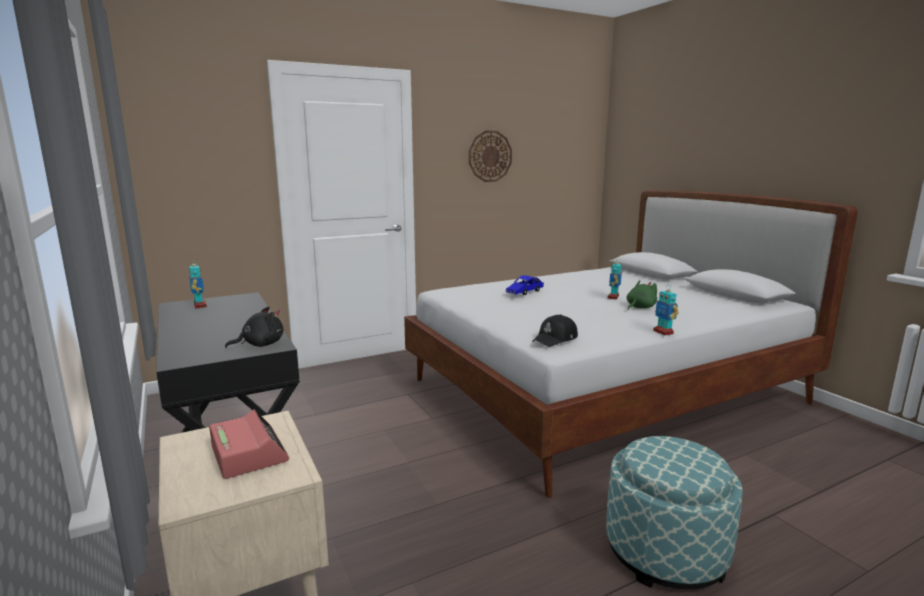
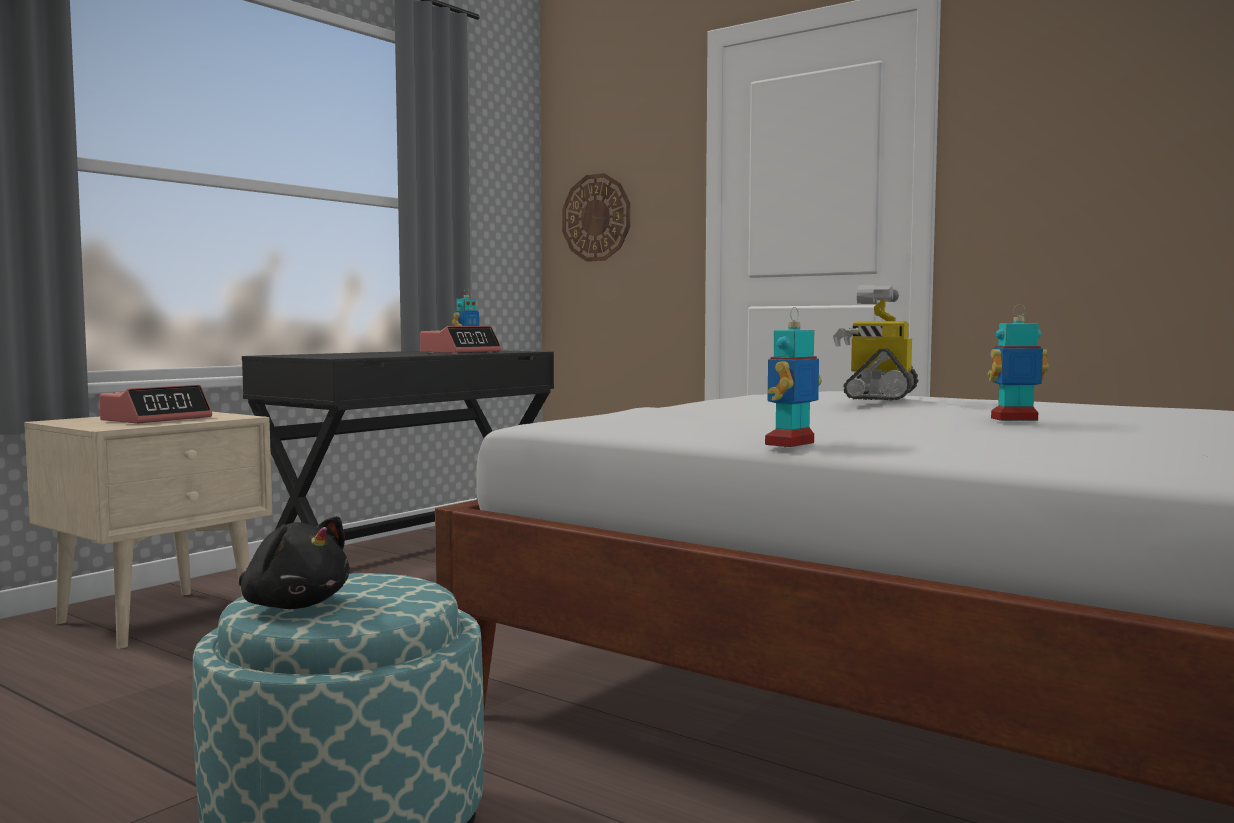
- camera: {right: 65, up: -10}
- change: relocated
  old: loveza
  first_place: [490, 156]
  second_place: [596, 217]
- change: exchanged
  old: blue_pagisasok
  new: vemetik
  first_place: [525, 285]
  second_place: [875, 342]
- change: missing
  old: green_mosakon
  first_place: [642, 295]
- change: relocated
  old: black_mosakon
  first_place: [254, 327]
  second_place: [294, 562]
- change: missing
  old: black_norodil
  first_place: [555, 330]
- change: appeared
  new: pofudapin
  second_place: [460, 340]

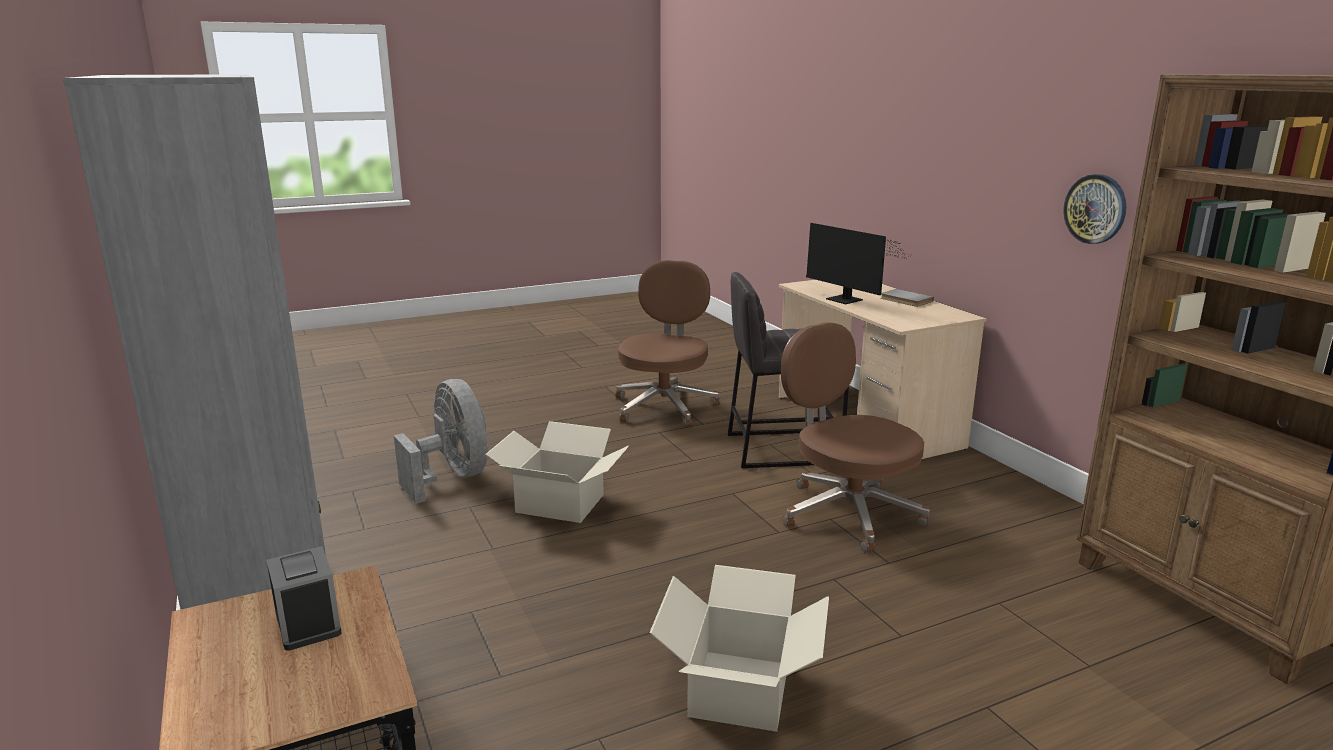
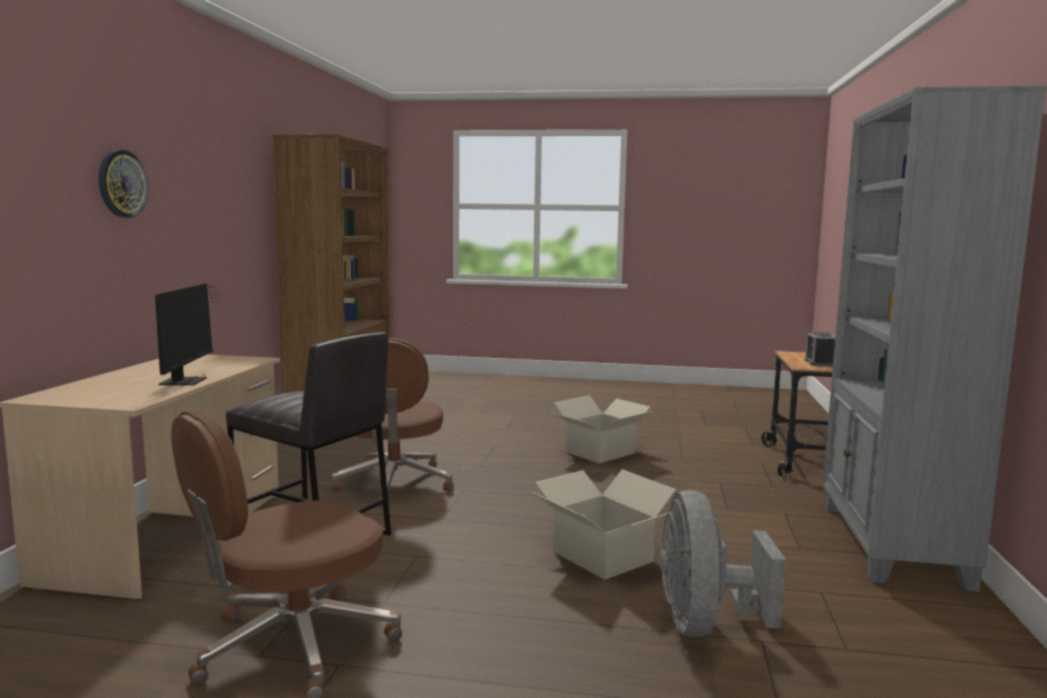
- camera: {right: -145, up: -10}
- change: relocated
  old: loveza
  first_place: [1094, 209]
  second_place: [123, 184]
- change: missing
  old: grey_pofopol
  first_place: [907, 298]

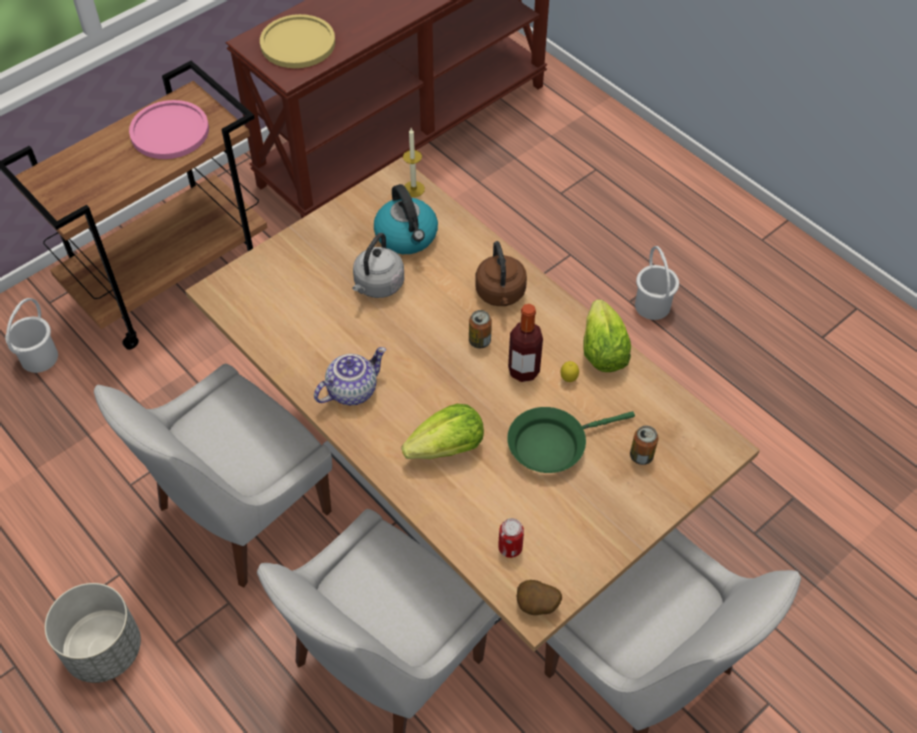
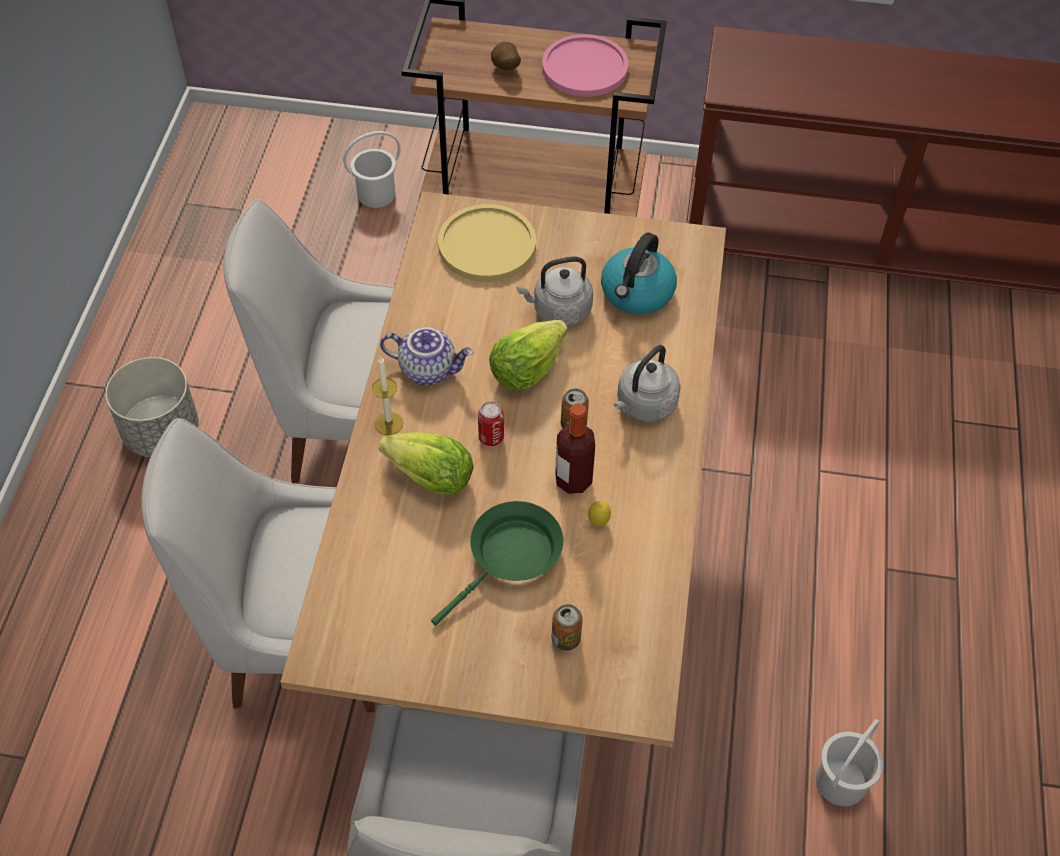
- camera: {right: 50, up: 0}
- change: relocated
  old: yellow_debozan
  first_place: [297, 41]
  second_place: [487, 243]
- change: relocated
  old: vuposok
  first_place: [414, 162]
  second_place: [387, 395]
- change: colour
  old: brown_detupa
  new: grey_detupa
  first_place: [501, 273]
  second_place: [647, 383]
- change: relocated
  old: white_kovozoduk
  first_place: [657, 283]
  second_place: [849, 762]
- change: relocated
  old: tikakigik
  first_place: [607, 335]
  second_place: [528, 355]
- change: spun
  old: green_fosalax
  first_place: [571, 440]
  second_place: [497, 563]
  degrees: 105
- change: relocated
  old: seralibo
  first_place: [511, 538]
  second_place: [491, 423]
- change: relocated
  old: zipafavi
  first_place: [539, 597]
  second_place: [506, 56]

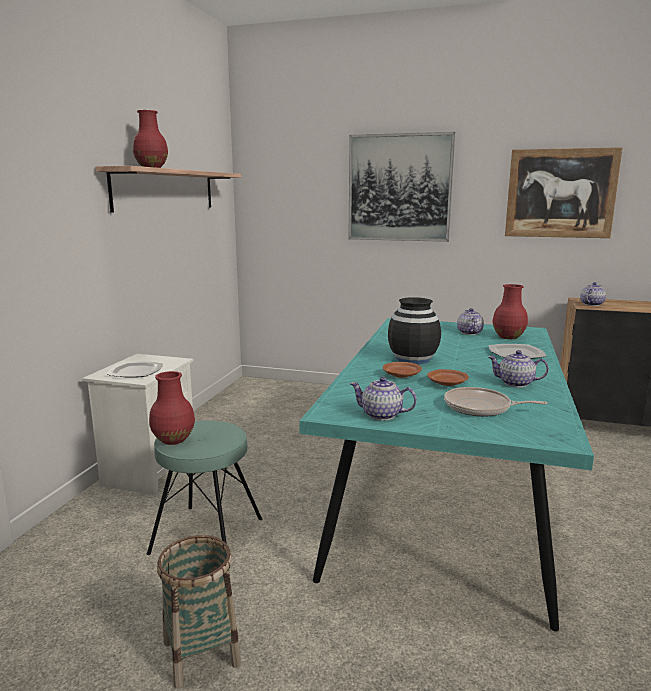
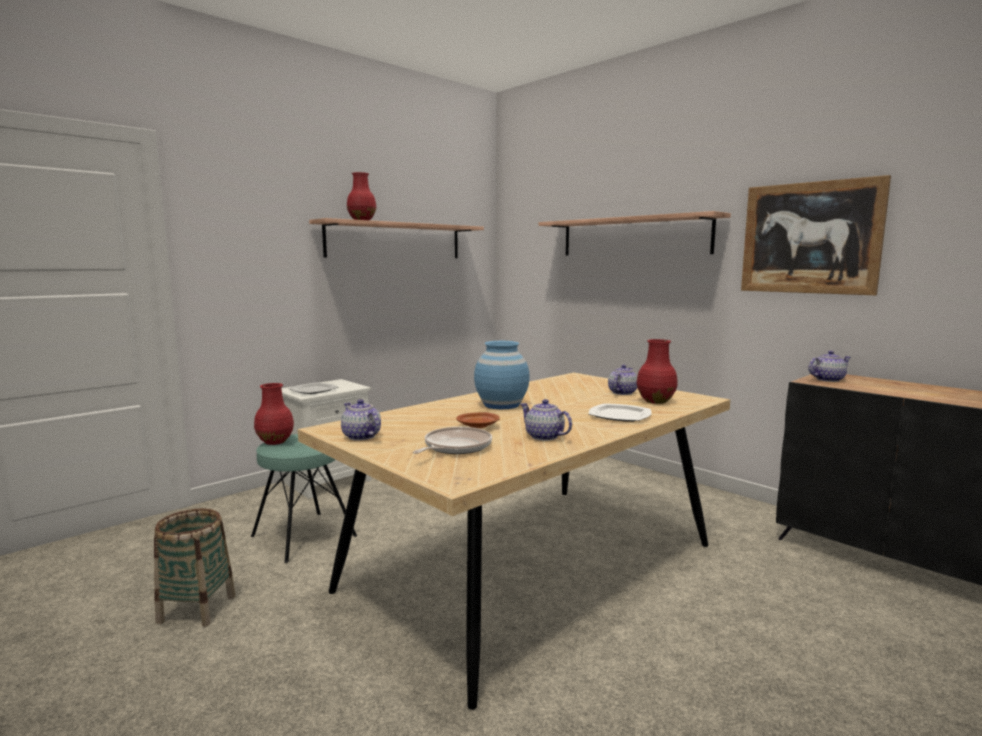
- camera: {right: 30, up: -5}
- change: exchanged
  old: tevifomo
  new: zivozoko
  first_place: [401, 187]
  second_place: [634, 233]
- change: colour
  old: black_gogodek
  new: blue_gogodek
  first_place: [414, 330]
  second_place: [502, 375]
- change: colour
  old: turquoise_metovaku
  new: beige_metovaku
  first_place: [446, 475]
  second_place: [514, 541]
- change: missing
  old: brown_debozan
  first_place: [402, 370]
- change: spun
  old: fosalax
  first_place: [496, 402]
  second_place: [452, 440]
  degrees: 75

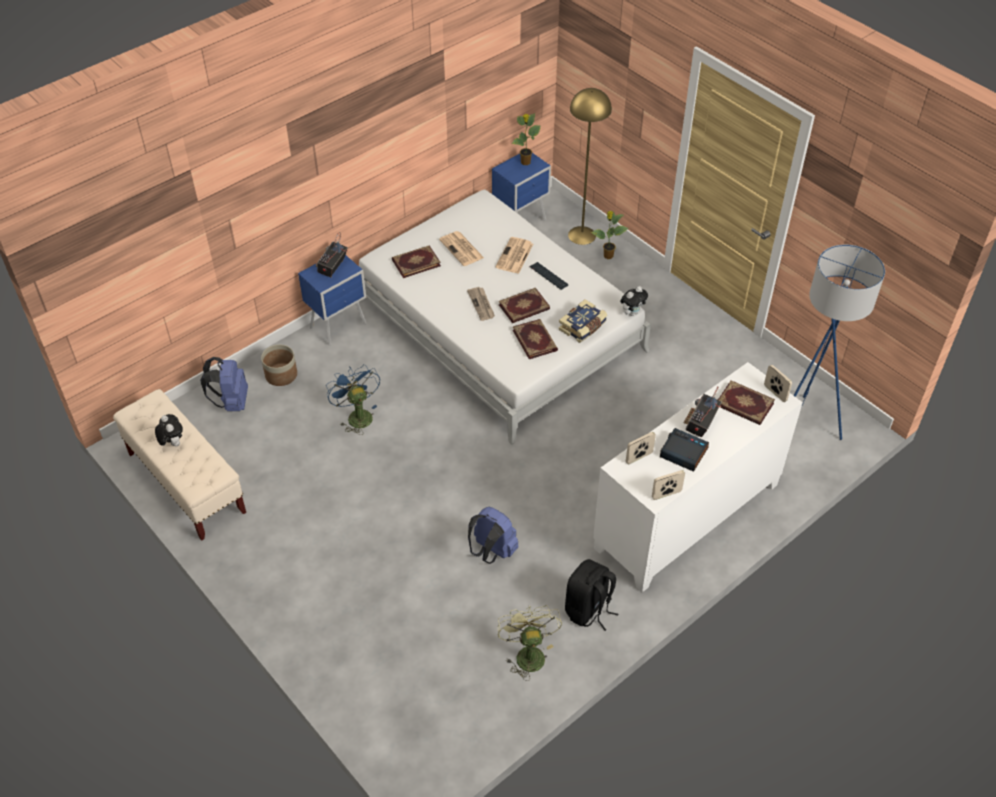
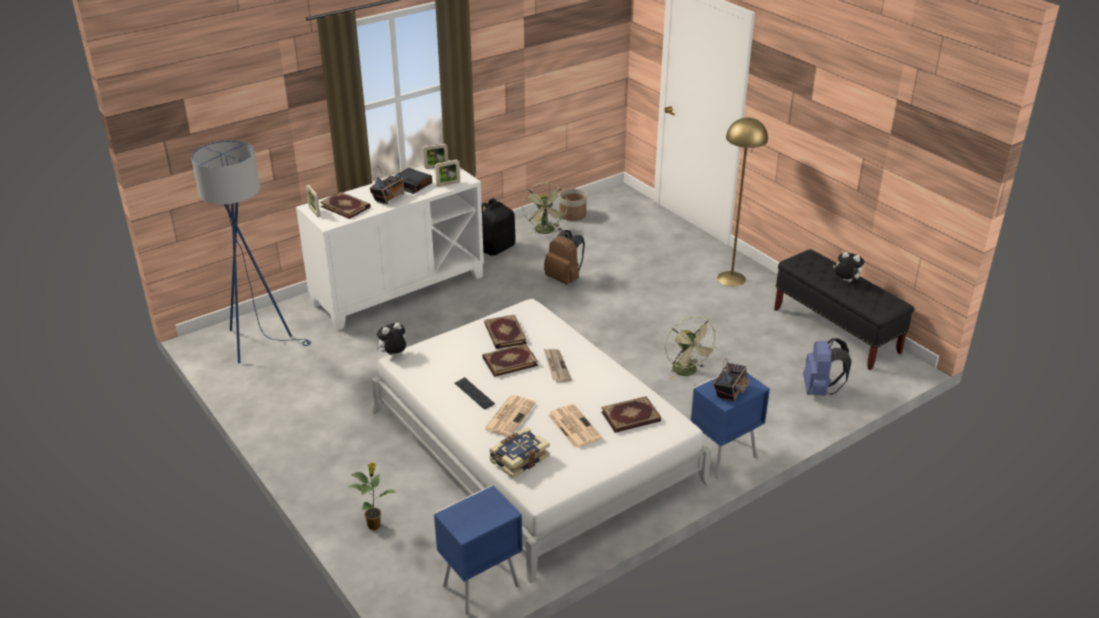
- camera: {right: -175, up: -15}
- change: relocated
  old: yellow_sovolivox
  first_place: [590, 166]
  second_place: [742, 201]
- change: missing
  old: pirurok
  first_place: [526, 139]
- change: relocated
  old: pofopol
  first_place: [583, 321]
  second_place: [519, 452]
- change: relocated
  old: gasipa
  first_place: [279, 365]
  second_place: [573, 205]
- change: colour
  old: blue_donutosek
  new: green_donutosek
  first_place: [353, 399]
  second_place: [691, 348]
- change: colour
  old: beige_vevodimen
  new: black_vevodimen
  first_place: [179, 465]
  second_place: [844, 309]
- change: spun
  old: mosakon
  first_place: [169, 430]
  second_place: [848, 267]
  degrees: 150
- change: colour
  old: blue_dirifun
  new: brown_dirifun
  first_place: [493, 535]
  second_place: [564, 257]

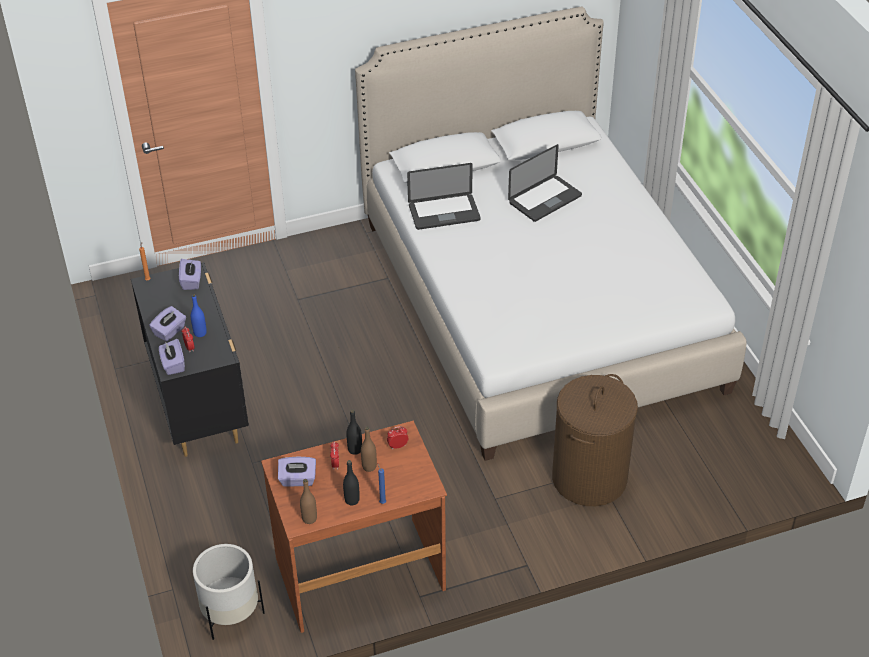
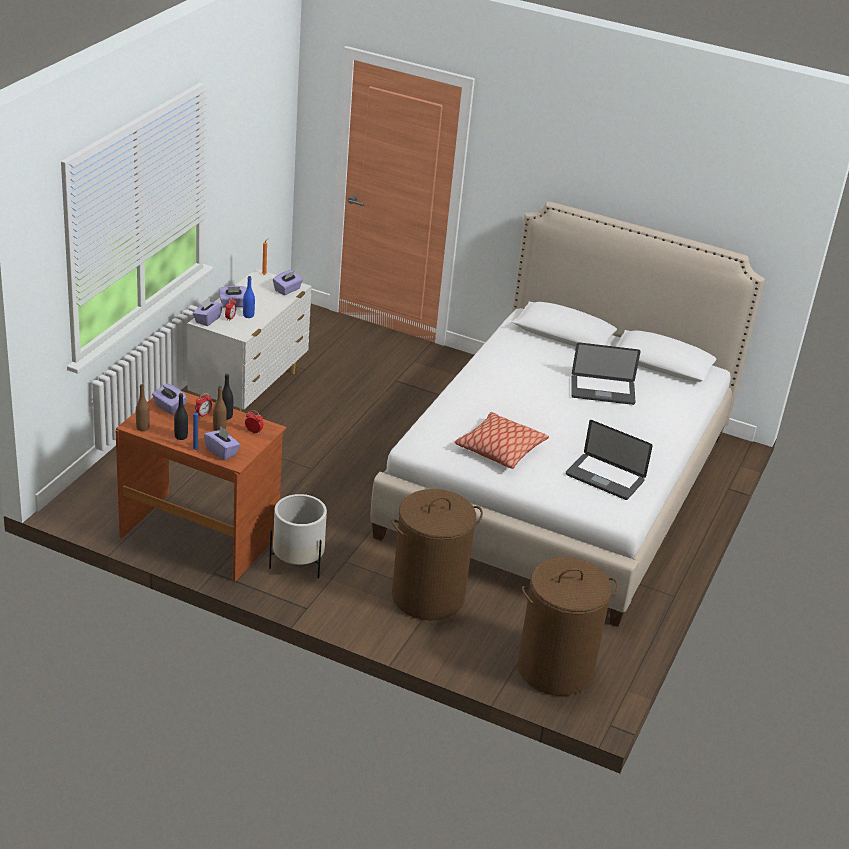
- camera: {right: 40, up: -10}
- change: relocated
  old: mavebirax
  first_place: [444, 196]
  second_place: [609, 460]
- change: colour
  old: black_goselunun
  new: white_goselunun
  first_place: [190, 359]
  second_place: [249, 340]
- change: relocated
  old: white_gasipa
  first_place: [229, 592]
  second_place: [298, 536]
- change: appeared
  new: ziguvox
  second_place: [502, 440]
- change: appeared
  new: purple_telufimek
  second_place: [222, 443]
- change: appeared
  new: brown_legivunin
  second_place: [567, 626]

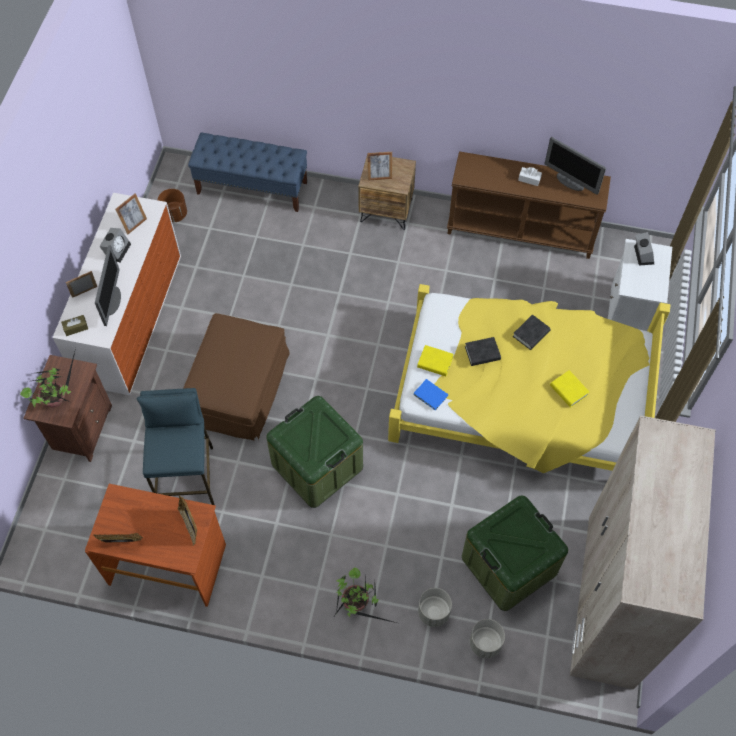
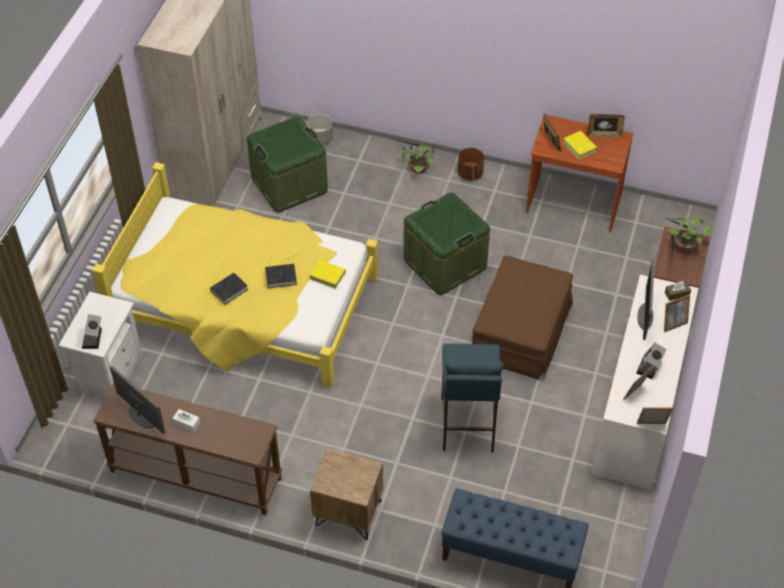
- camera: {right: -175, up: -10}
- change: relocated
  old: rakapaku
  first_place: [379, 166]
  second_place: [655, 416]
- change: relocated
  old: brown_gasipa
  first_place: [172, 206]
  second_place: [471, 164]
- change: relocated
  old: yellow_pofopol
  first_place: [569, 388]
  second_place: [580, 145]
- change: missing
  old: blue_pofopol
  first_place: [430, 394]
- change: relocated
  old: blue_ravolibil
  first_place: [175, 446]
  second_place: [472, 398]
- change: missing
  old: grey_gasipa
  first_place: [435, 607]

